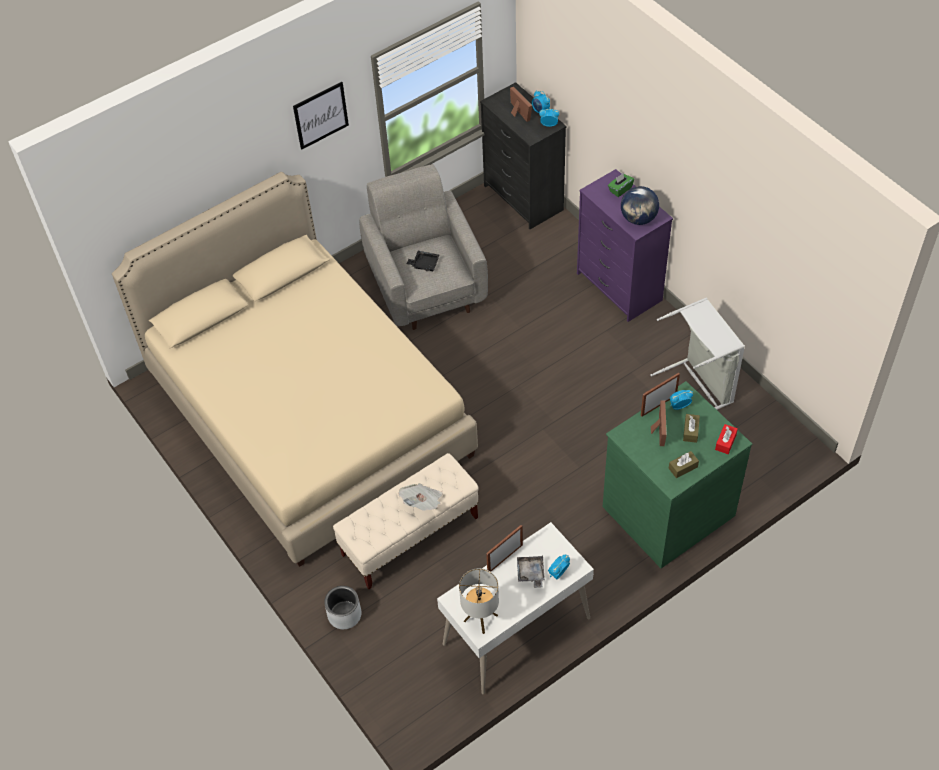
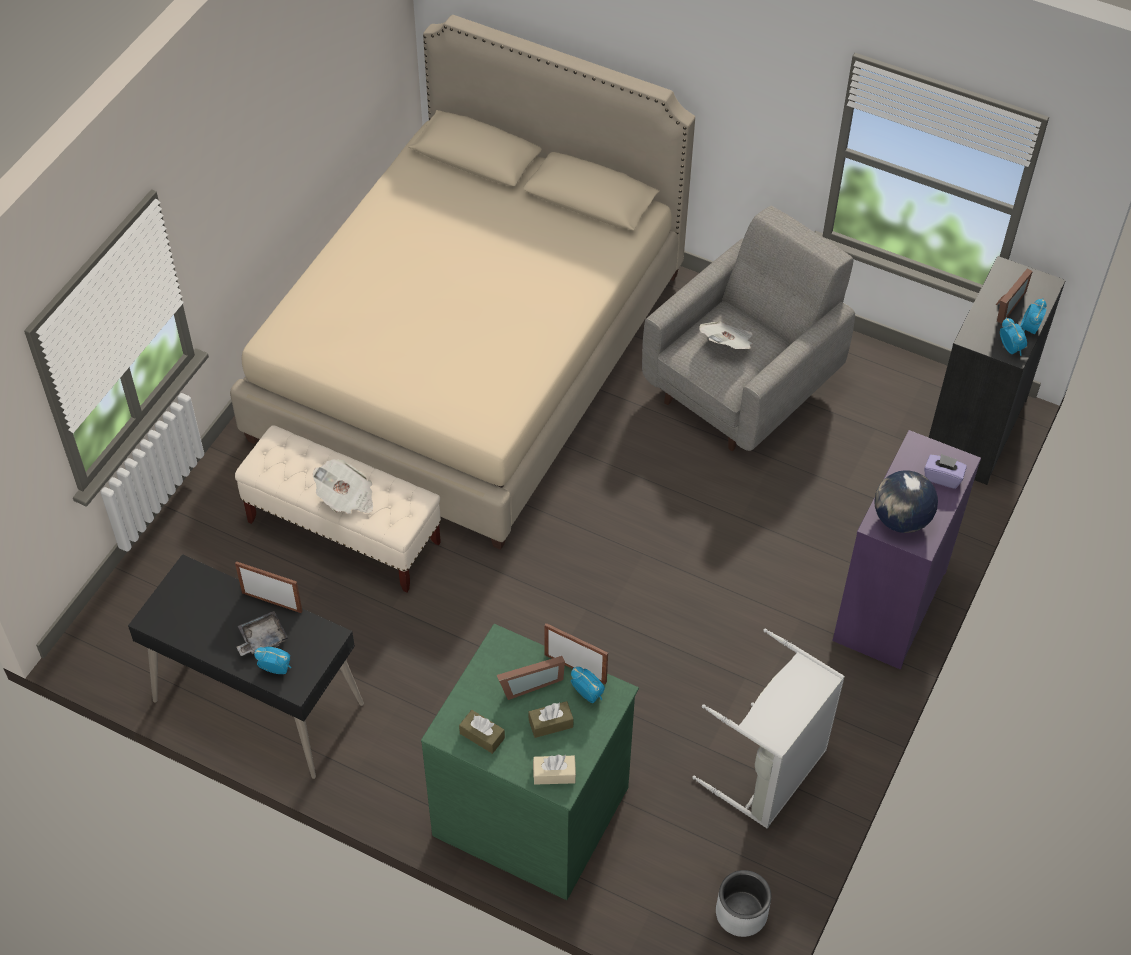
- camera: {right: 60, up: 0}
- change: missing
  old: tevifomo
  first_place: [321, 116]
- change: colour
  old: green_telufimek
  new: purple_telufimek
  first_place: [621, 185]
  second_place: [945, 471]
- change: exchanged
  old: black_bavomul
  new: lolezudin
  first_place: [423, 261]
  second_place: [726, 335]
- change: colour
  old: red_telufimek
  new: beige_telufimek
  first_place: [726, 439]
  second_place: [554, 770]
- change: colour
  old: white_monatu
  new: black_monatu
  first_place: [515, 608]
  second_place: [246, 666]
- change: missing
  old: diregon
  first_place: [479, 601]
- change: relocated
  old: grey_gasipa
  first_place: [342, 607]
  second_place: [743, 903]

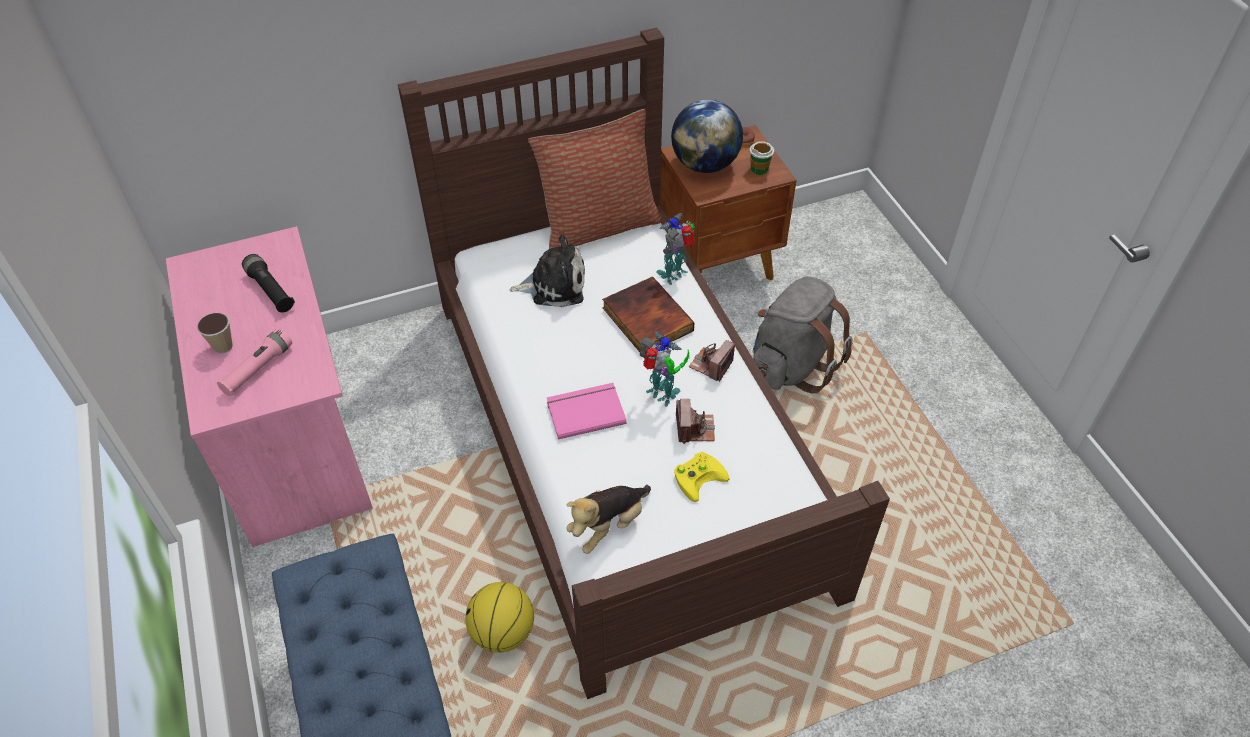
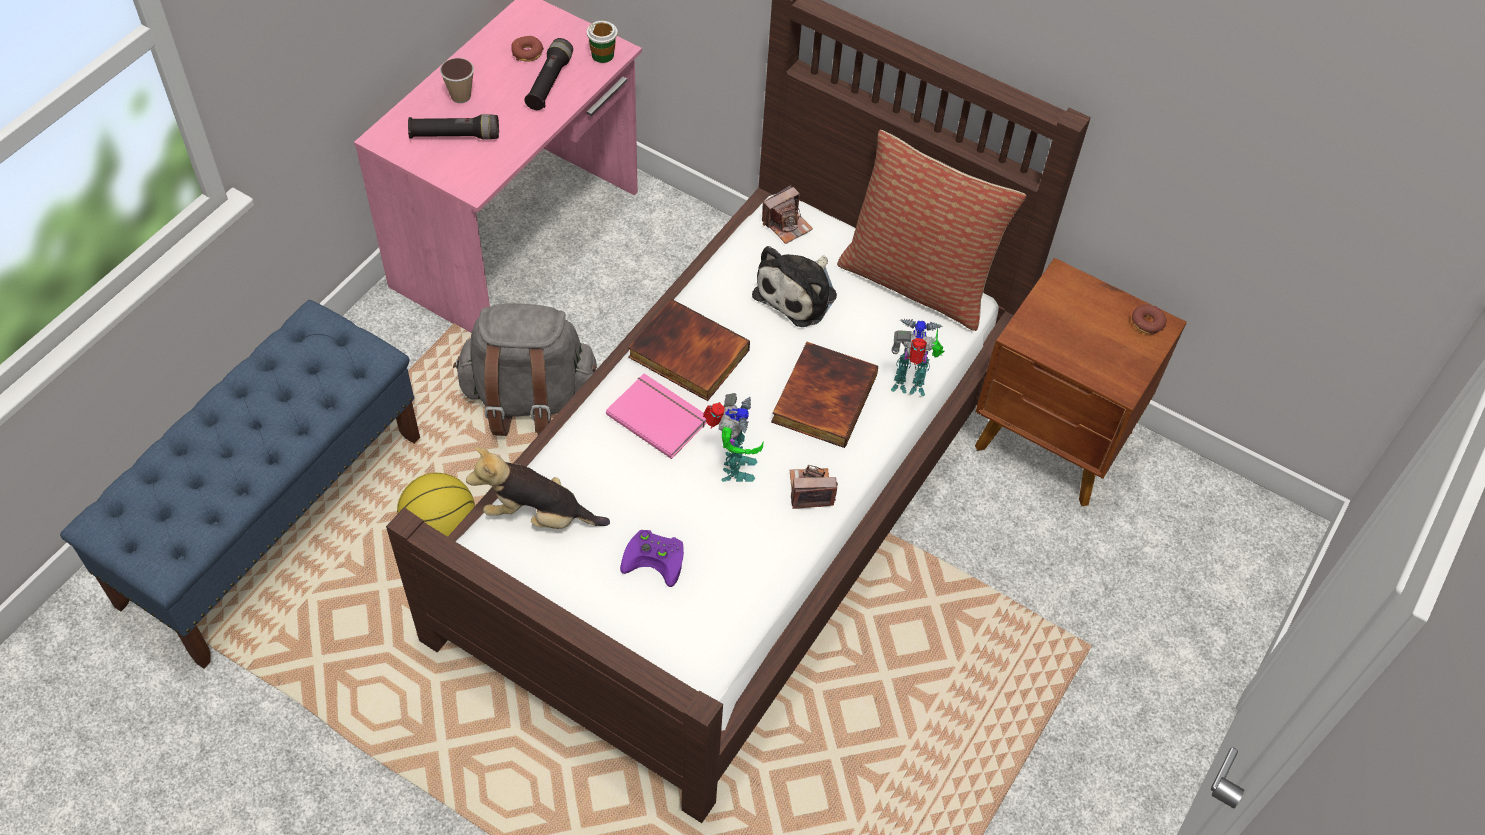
- camera: {right: 50, up: 5}
- change: missing
  old: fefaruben
  first_place: [707, 136]
- change: relocated
  old: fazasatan
  first_place: [762, 158]
  second_place: [602, 42]
- change: spun
  old: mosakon
  first_place: [547, 270]
  second_place: [794, 286]
  degrees: 75
- change: relocated
  old: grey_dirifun
  first_place: [802, 335]
  second_place: [525, 369]
- change: colour
  old: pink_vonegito
  new: black_vonegito
  first_place: [254, 362]
  second_place: [453, 127]
- change: relocated
  old: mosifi
  first_place: [695, 421]
  second_place: [787, 214]
- change: colour
  old: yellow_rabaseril
  new: purple_rabaseril
  first_place: [701, 477]
  second_place: [652, 558]
- change: appeared
  new: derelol
  second_place: [527, 49]
- change: appeared
  new: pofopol
  second_place: [689, 350]

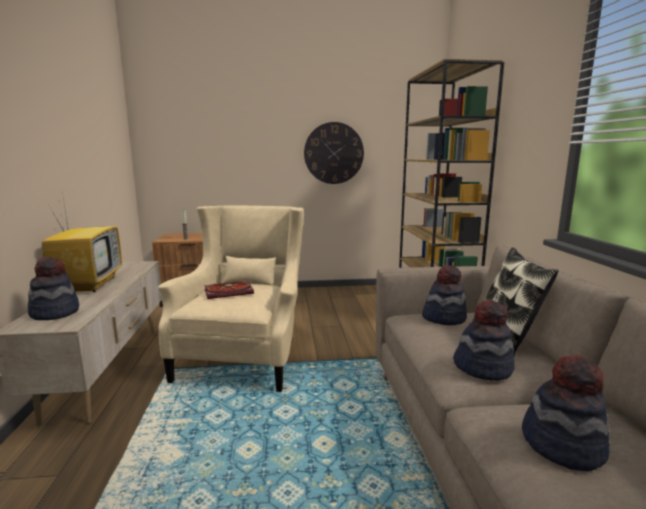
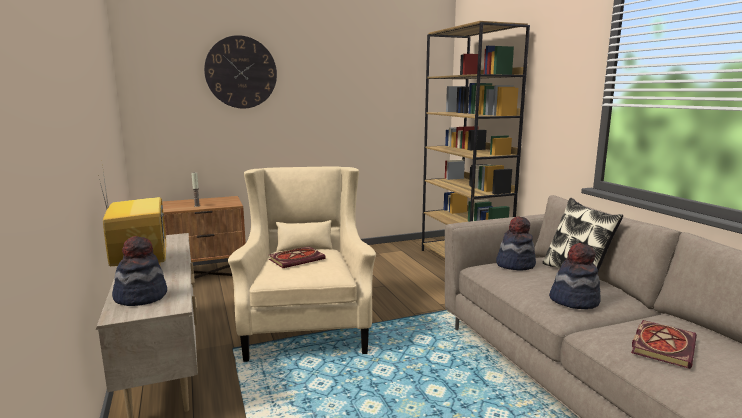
- camera: {right: -15, up: 0}
- change: relocated
  old: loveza
  first_place: [334, 153]
  second_place: [240, 71]
- change: exchanged
  old: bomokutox
  new: pofopol
  first_place: [566, 413]
  second_place: [664, 344]

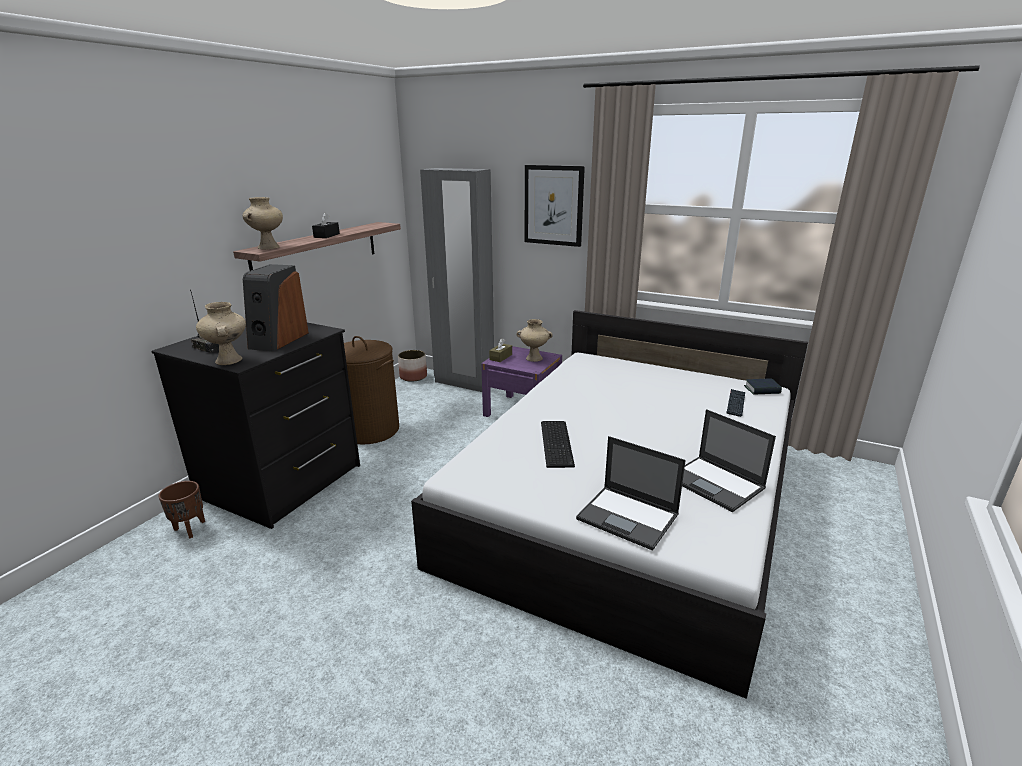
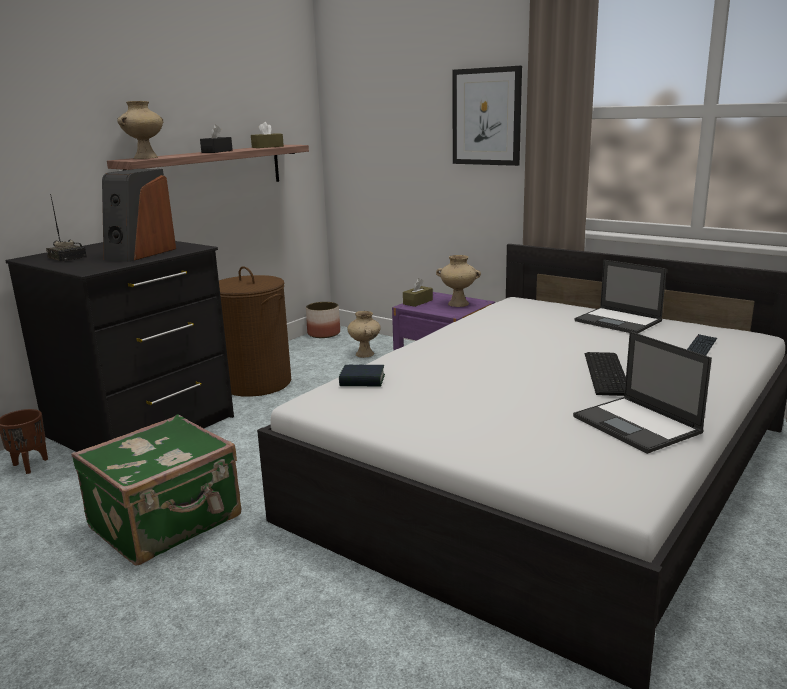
- camera: {right: 10, up: -5}
- change: missing
  old: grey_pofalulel
  first_place: [457, 280]
- change: relocated
  old: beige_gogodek
  first_place: [221, 333]
  second_place: [364, 334]
- change: relocated
  old: pofopol
  first_place: [763, 387]
  second_place: [362, 375]
- change: relocated
  old: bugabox
  first_place: [558, 444]
  second_place: [605, 374]
- change: relocated
  old: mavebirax
  first_place: [631, 493]
  second_place: [620, 297]
- change: appeared
  new: brown_telufimek
  second_place: [267, 135]
- change: appeared
  new: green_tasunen
  second_place: [156, 490]

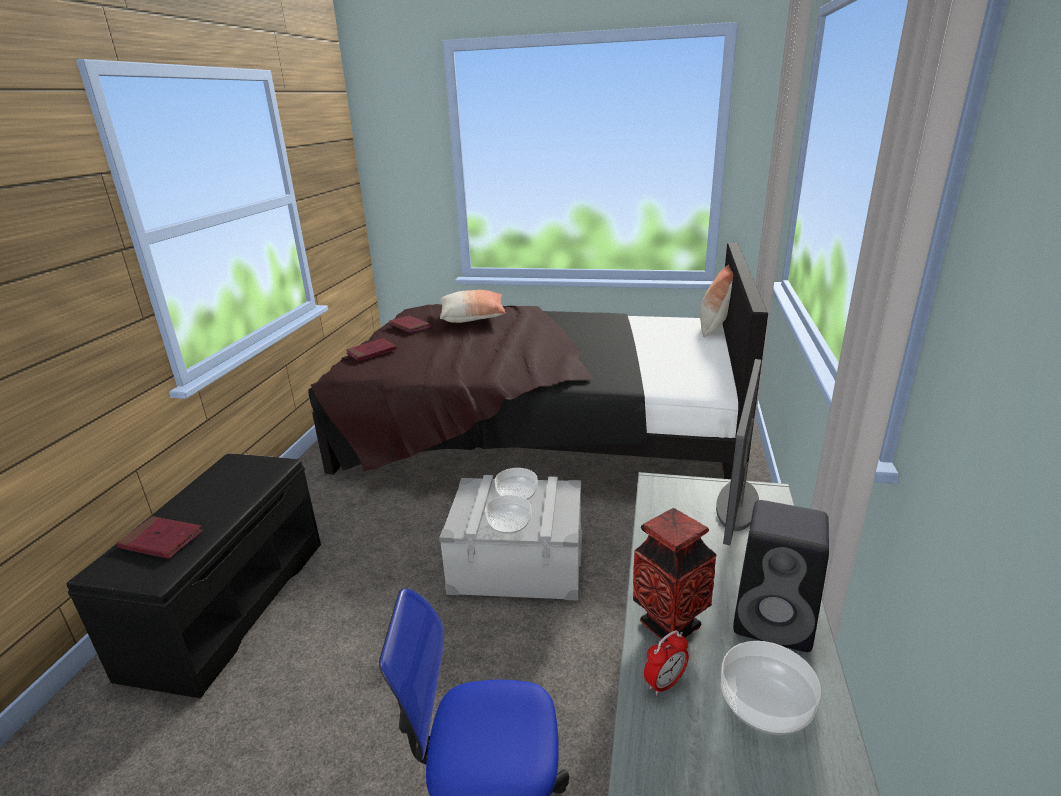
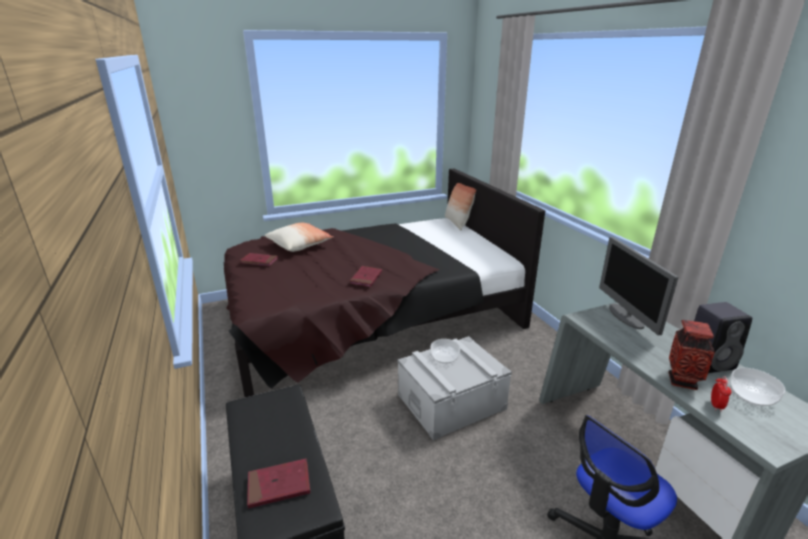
- camera: {right: -35, up: 0}
- change: relocated
  old: red_pofopol
  first_place: [371, 349]
  second_place: [366, 276]
- change: missing
  old: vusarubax
  first_place: [508, 514]

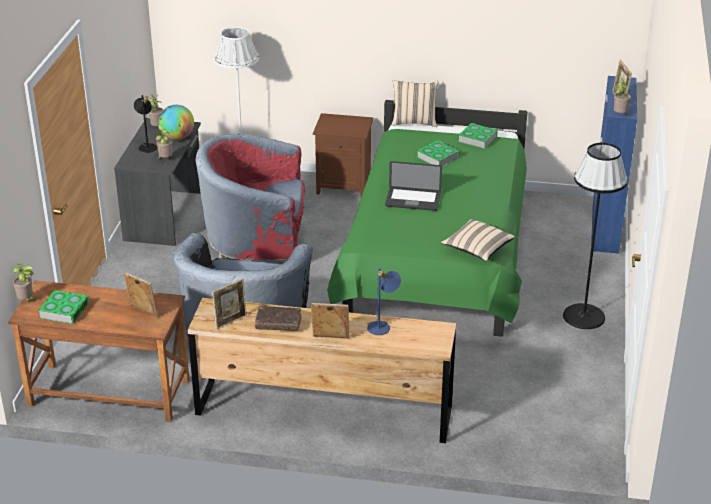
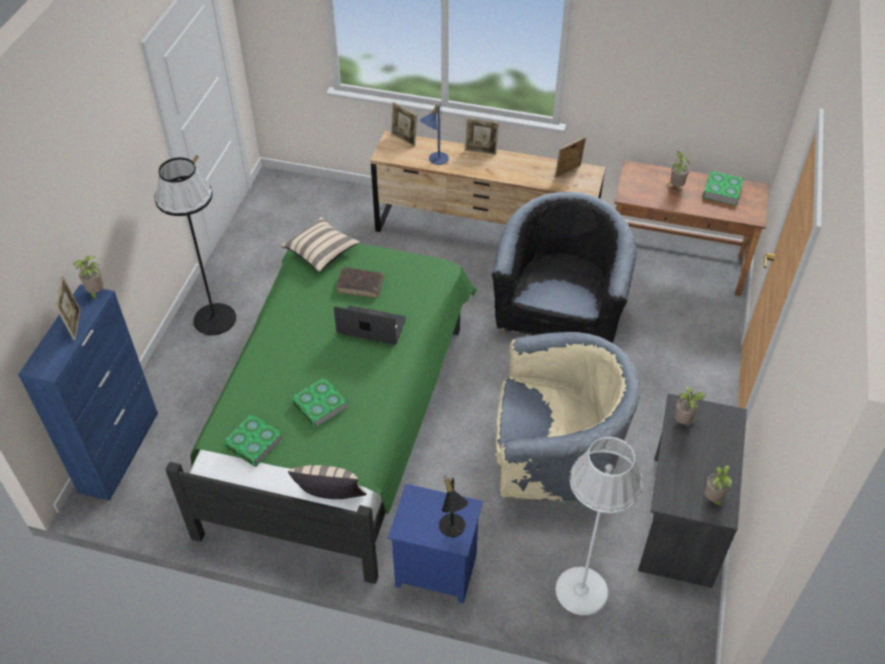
- camera: {right: -175, up: 15}
- change: relocated
  old: black_diregon
  first_place: [145, 124]
  second_place: [454, 506]
- change: missing
  old: fefaruben
  first_place: [176, 122]
- change: colour
  old: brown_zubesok
  new: blue_zubesok
  first_place: [343, 155]
  second_place: [435, 543]
- change: colour
  old: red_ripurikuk
  new: beige_ripurikuk
  first_place: [250, 197]
  second_place: [567, 417]
- change: relocated
  old: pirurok
  first_place: [25, 282]
  second_place: [678, 169]
- change: relocated
  old: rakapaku
  first_place: [141, 294]
  second_place: [404, 124]
- change: relocated
  old: brown_pofopol
  first_place: [278, 318]
  second_place: [360, 282]

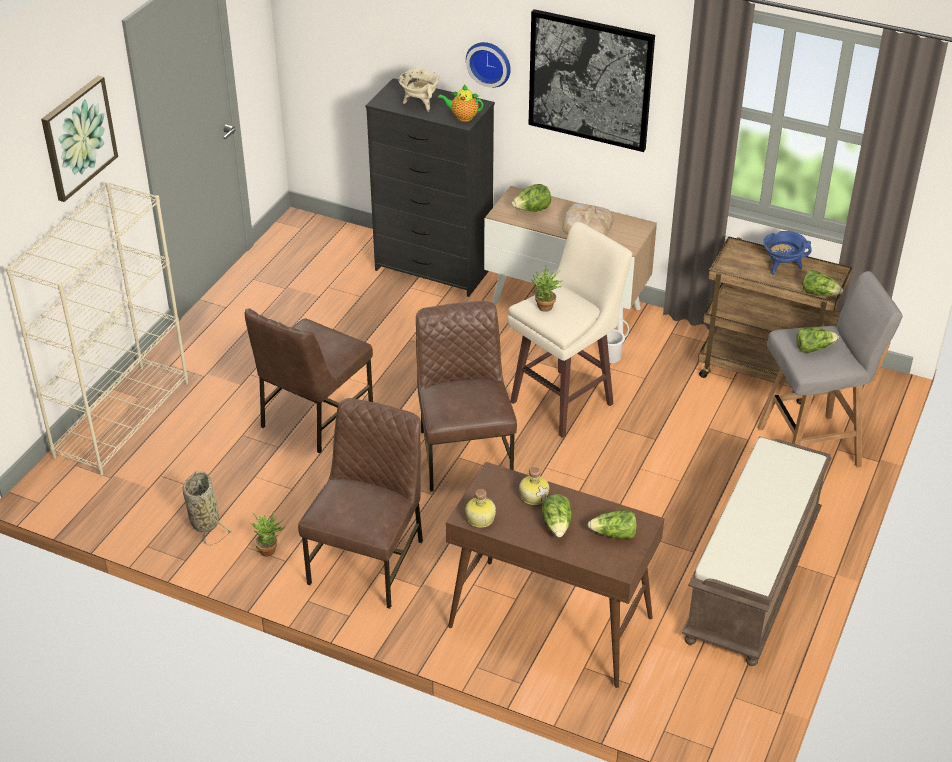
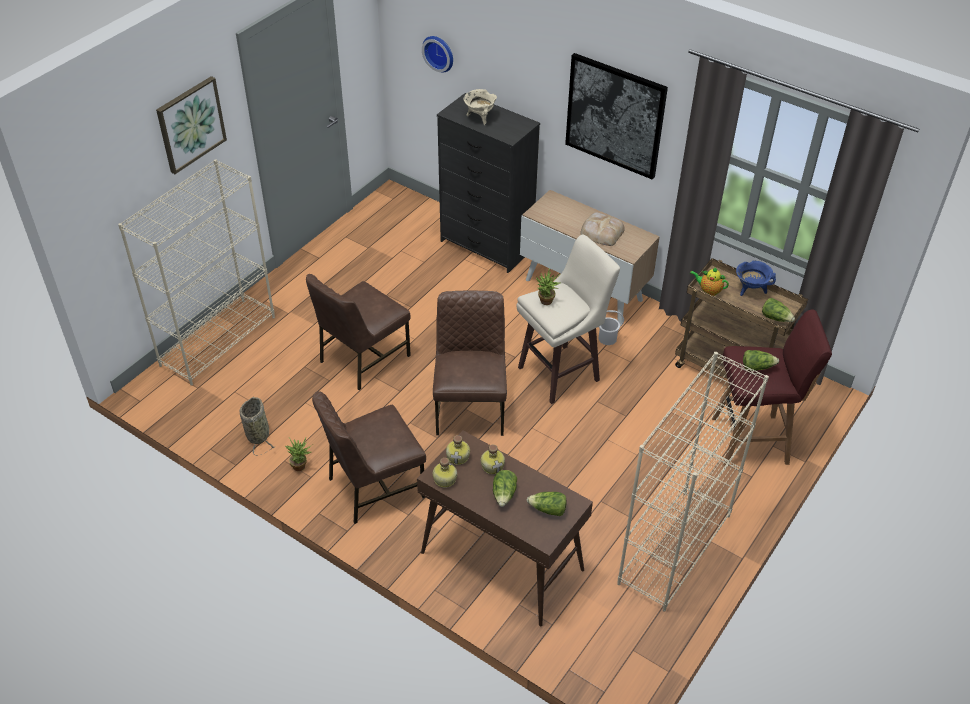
- camera: {right: 10, up: 5}
- change: relocated
  old: loveza
  first_place: [488, 65]
  second_place: [437, 54]
- change: relocated
  old: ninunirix
  first_place: [461, 103]
  second_place: [709, 281]
- change: missing
  old: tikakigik
  first_place: [531, 198]
- change: colour
  old: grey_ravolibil
  new: red_ravolibil
  first_place: [830, 369]
  second_place: [772, 388]
- change: spun
  old: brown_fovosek
  first_place: [360, 503]
  second_place: [369, 457]
  degrees: -150
- change: exchanged
  old: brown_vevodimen
  new: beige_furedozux
  first_place: [756, 551]
  second_place: [693, 482]
- change: appeared
  new: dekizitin
  second_place: [458, 450]

